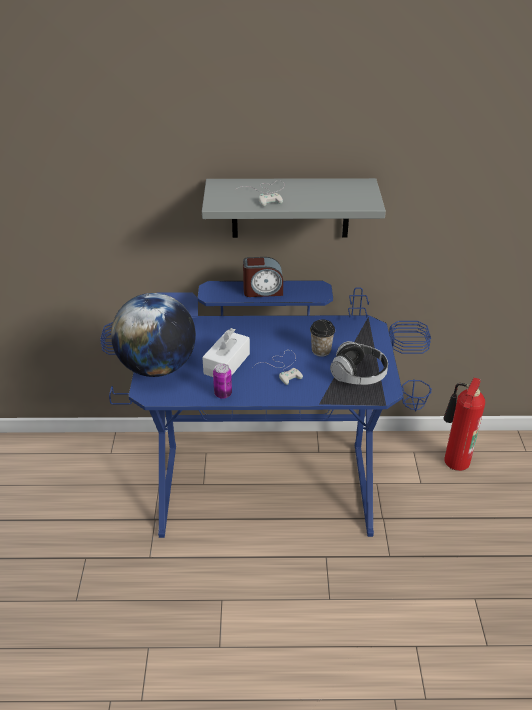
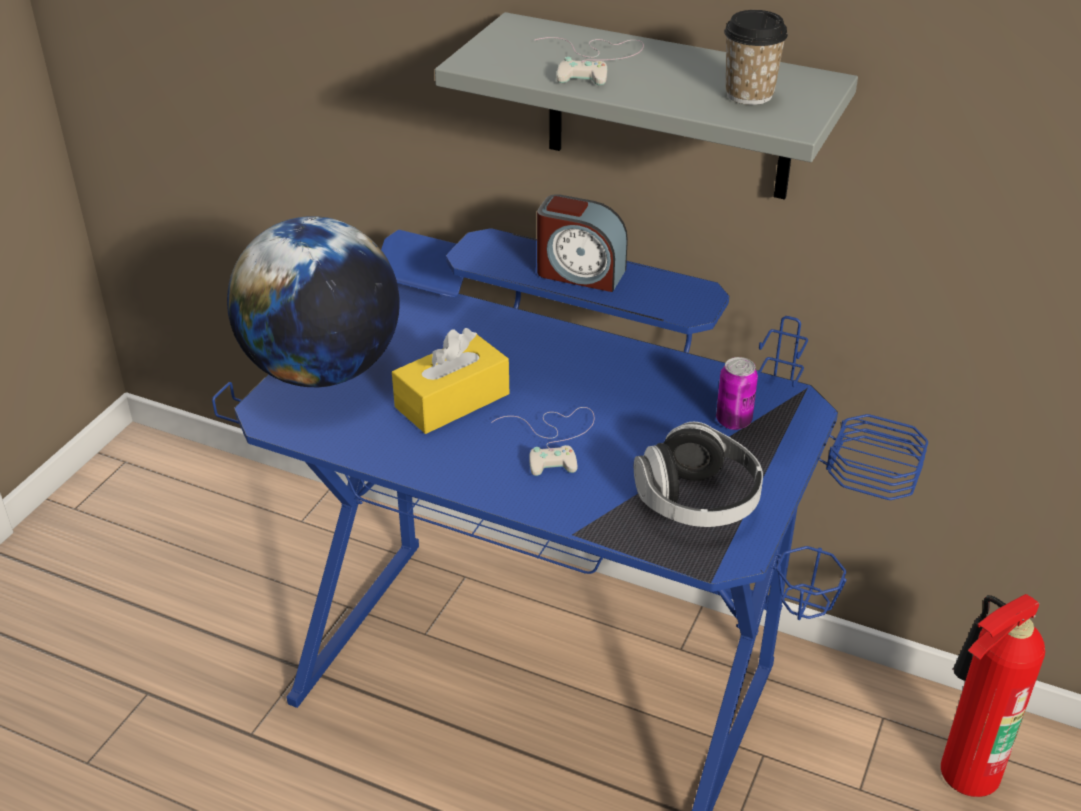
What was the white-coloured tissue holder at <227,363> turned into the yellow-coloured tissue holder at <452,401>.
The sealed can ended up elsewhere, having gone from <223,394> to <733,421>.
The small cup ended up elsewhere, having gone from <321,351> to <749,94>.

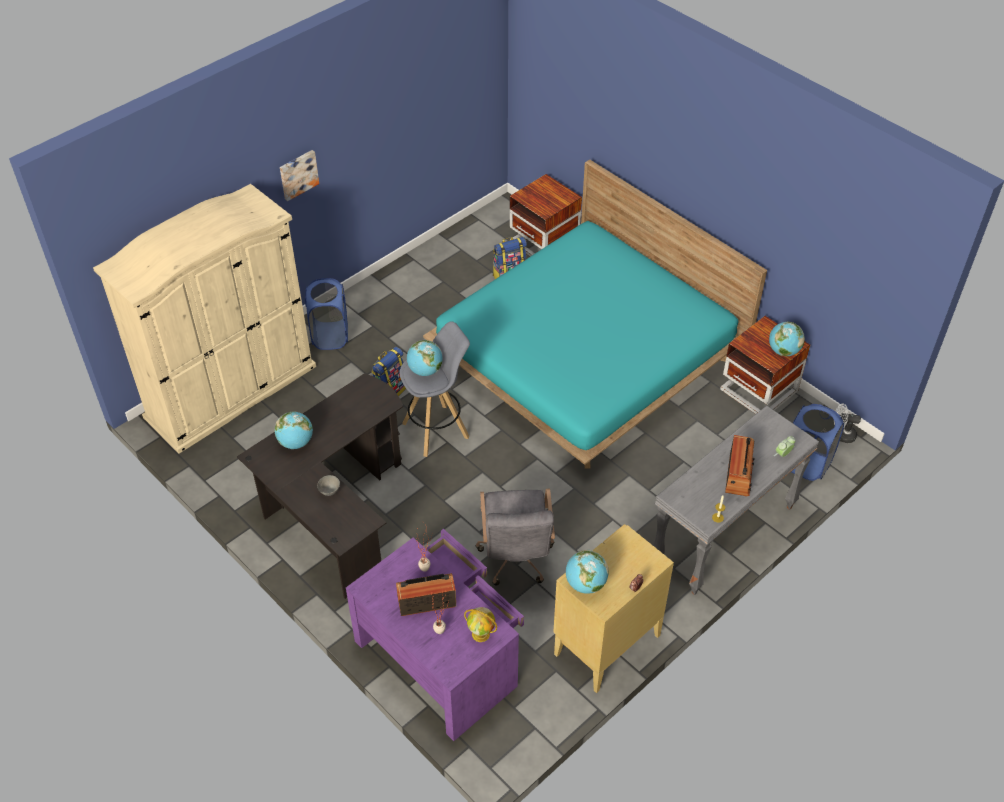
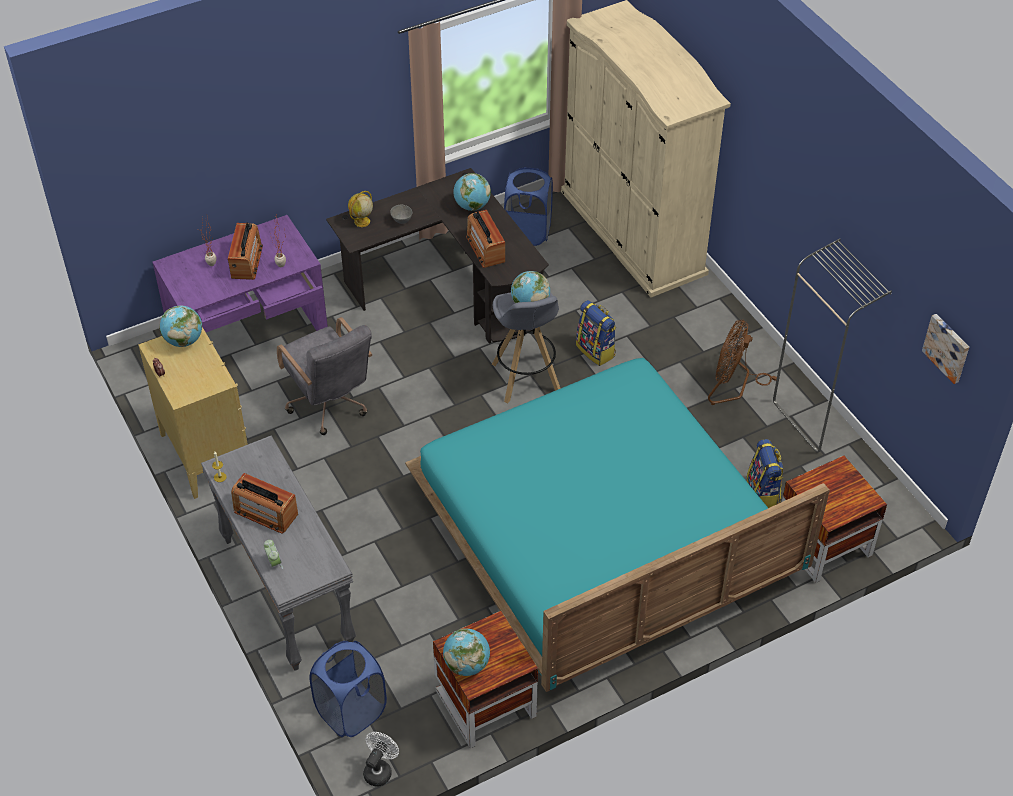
The wall picture ended up elsewhere, having gone from <298,174> to <947,347>.
The blue-coloured hamper ended up elsewhere, having gone from <330,336> to <528,232>.
The globe ended up elsewhere, having gone from <481,634> to <362,222>.
The greyish desk chair at <516,562> ended up facing another way, 135 degrees counterclockwise from before.
The second view gained the radio at <485,249>.
The second view gained the brown fan at <735,381>.
The second view gained the greyish garment stand at <813,420>.

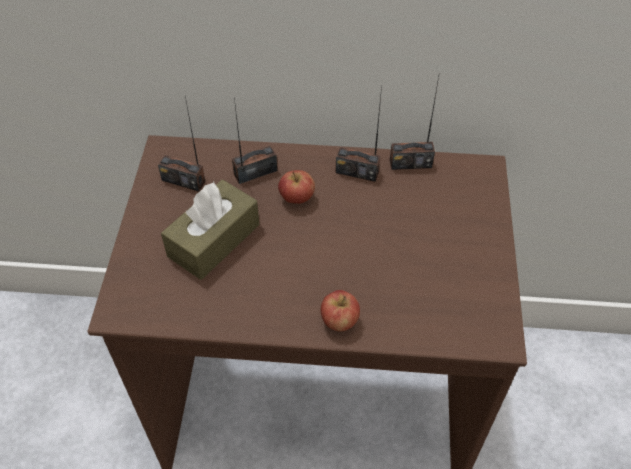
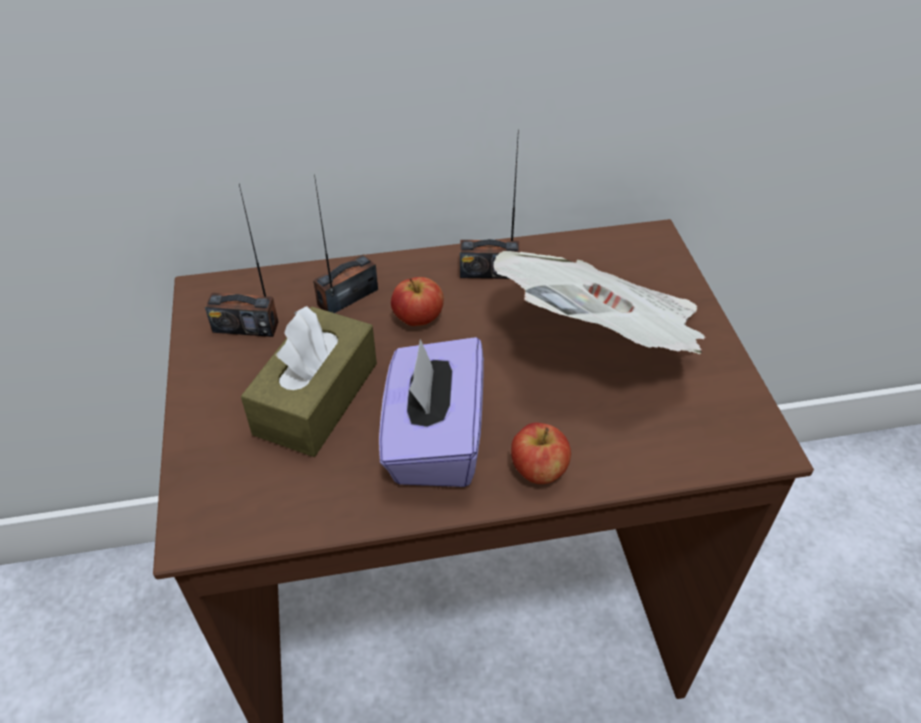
The second view lost the radio at <410,163>.
The second view gained the purple tissue holder at <434,440>.
The second view gained the newspaper at <603,340>.

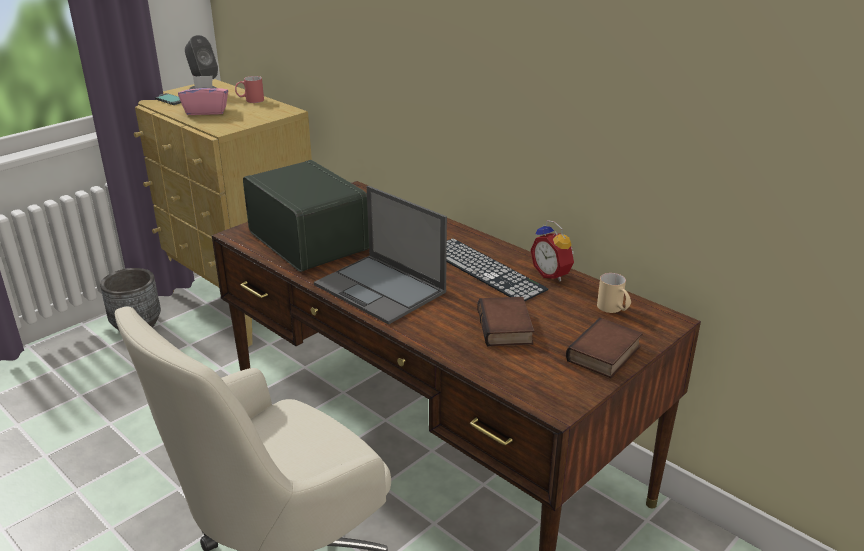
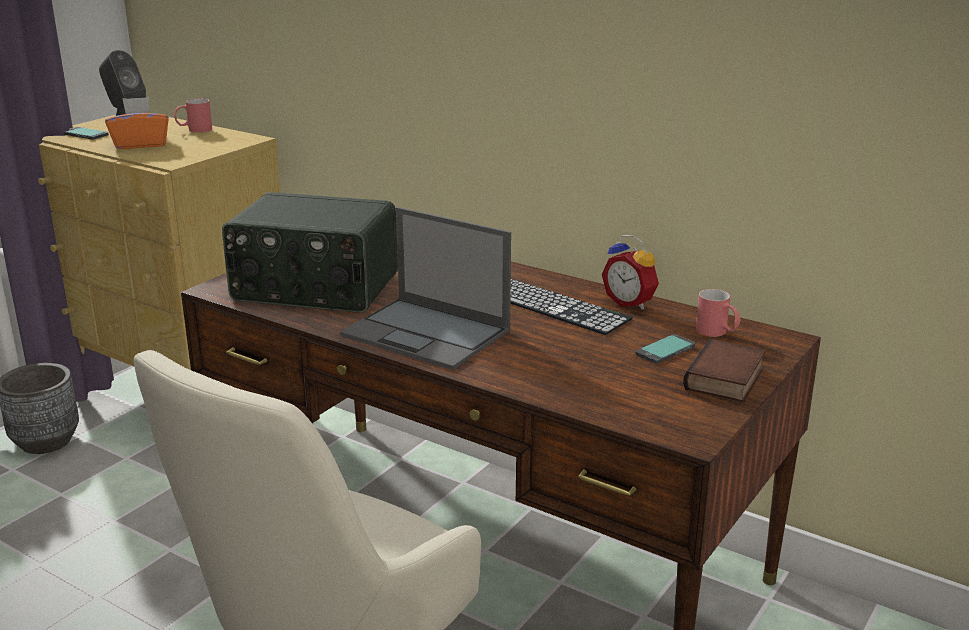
What was the pinkish tissue holder at <206,111> turned into the orangey tissue holder at <141,144>.
The radio at <310,240> ended up facing another way, 150 degrees clockwise from before.
The second view lost the bound book at <507,328>.
What was the beige tea mug at <613,309> turned into the reddish tea mug at <717,333>.
The second view gained the phone at <665,350>.

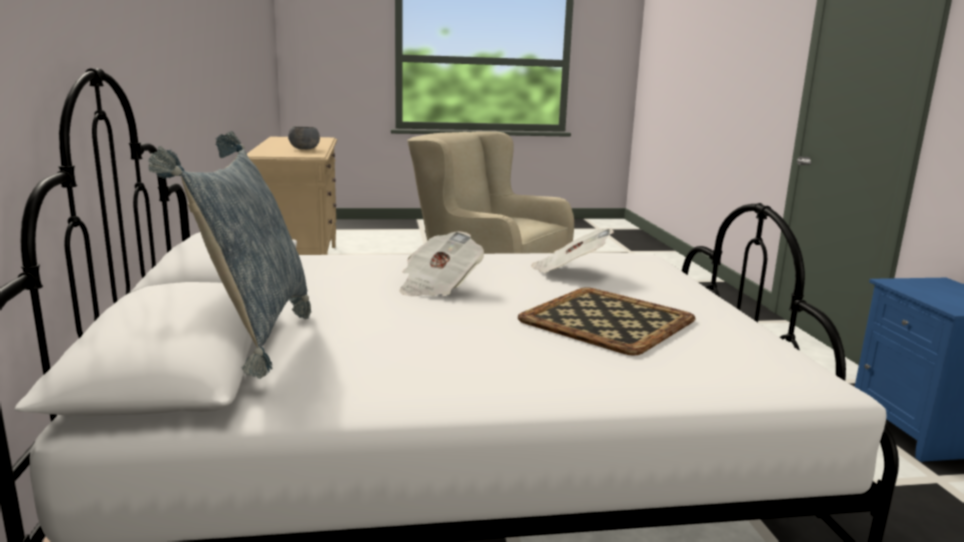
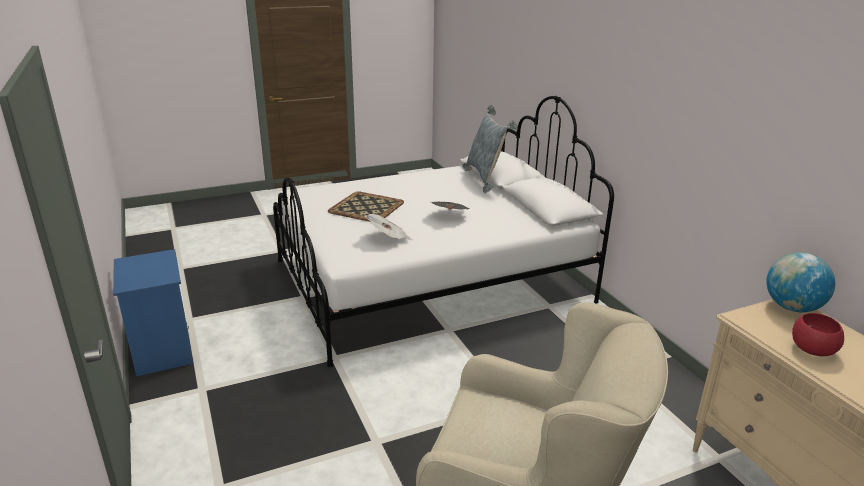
What was the greyish serving bowl at <305,149> turned into the reddish serving bowl at <812,350>.
The second view gained the globe at <791,307>.

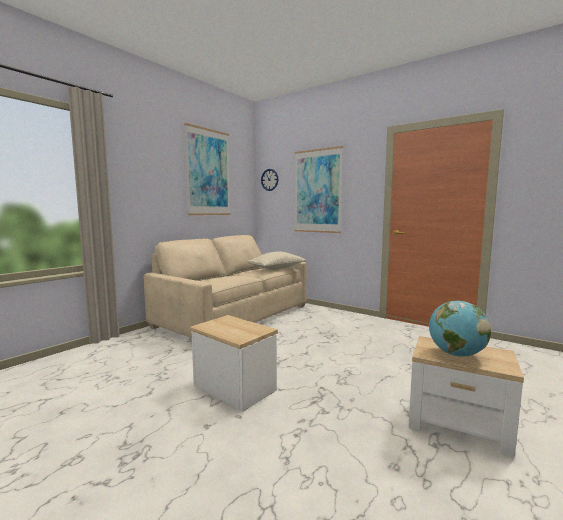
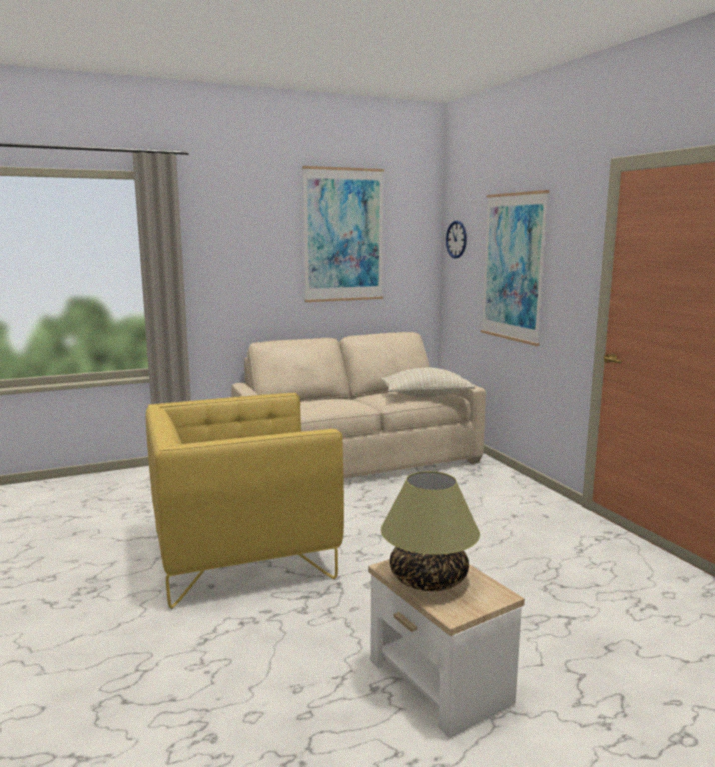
Where the accent table stood at <235,388>, the yellow-coloured easy chair came to stand at <243,555>.
Where the globe stood at <456,354>, the table lamp came to stand at <427,579>.

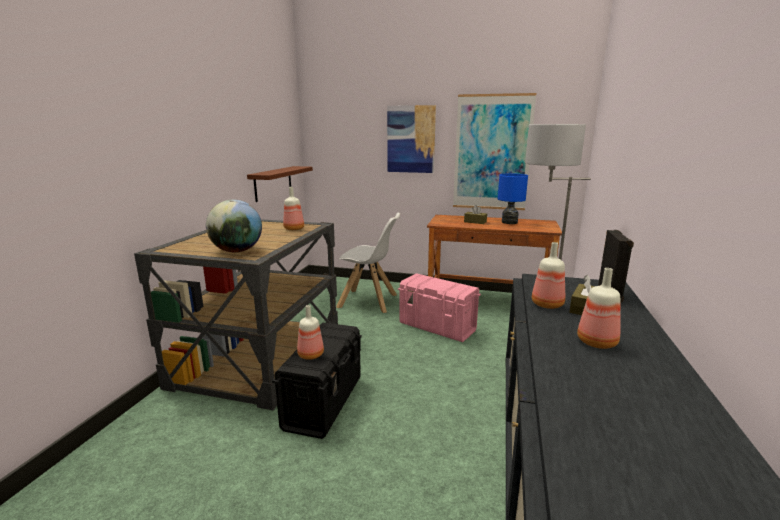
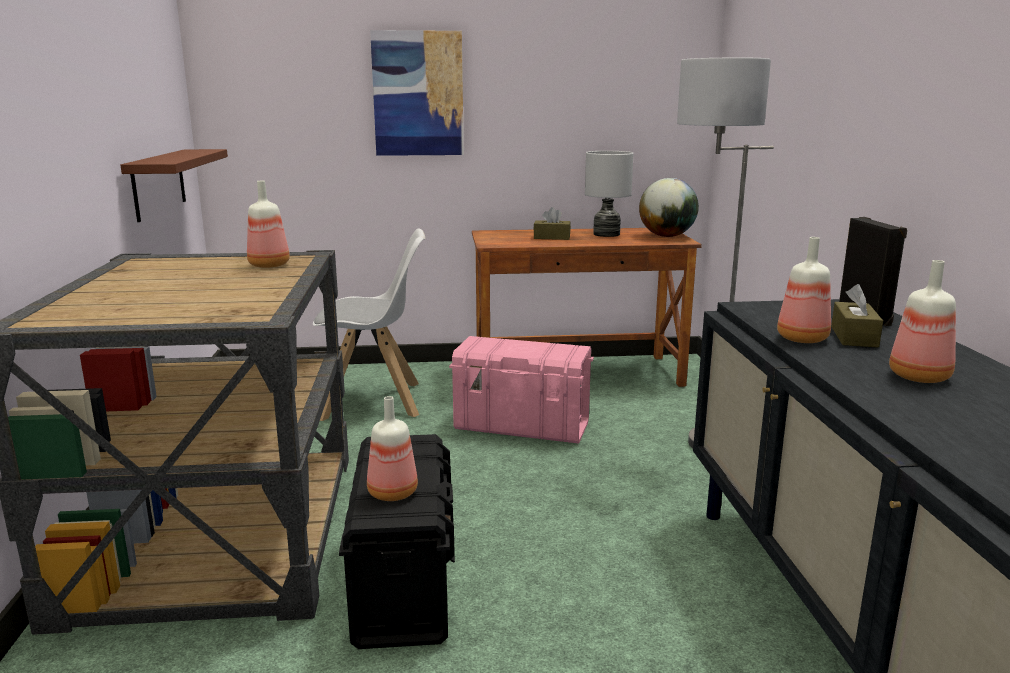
The globe ended up elsewhere, having gone from <237,251> to <667,236>.
The second view lost the wall picture at <492,153>.
What was the blue-coloured table lamp at <509,222> turned into the greyish table lamp at <606,234>.

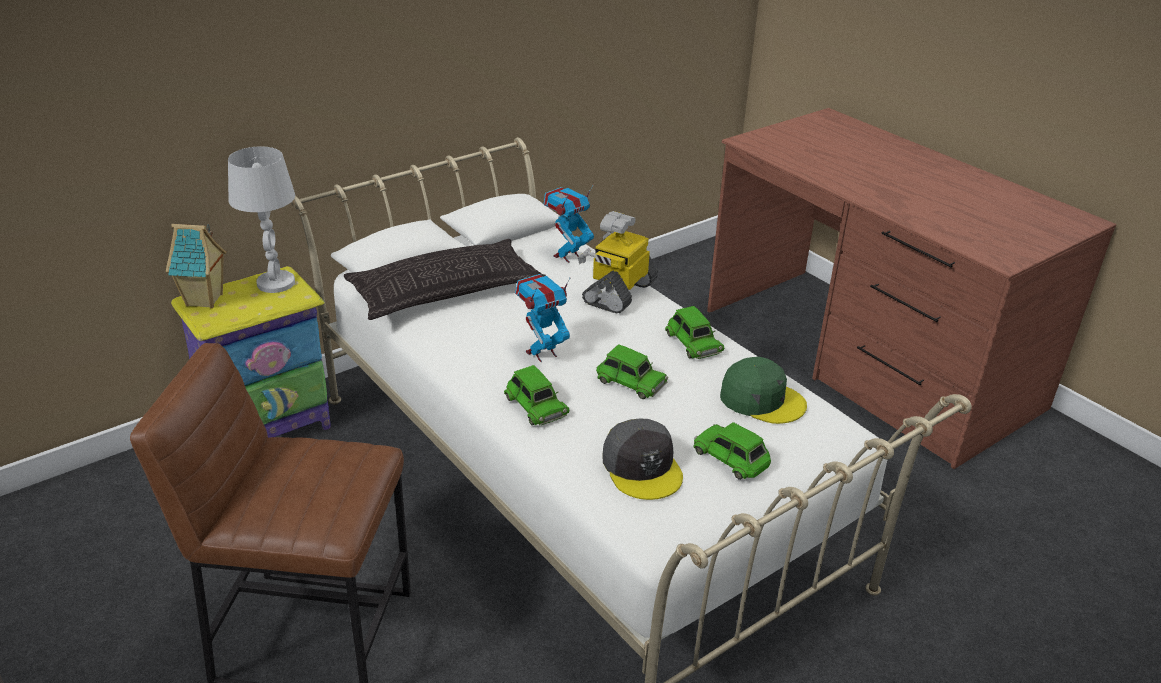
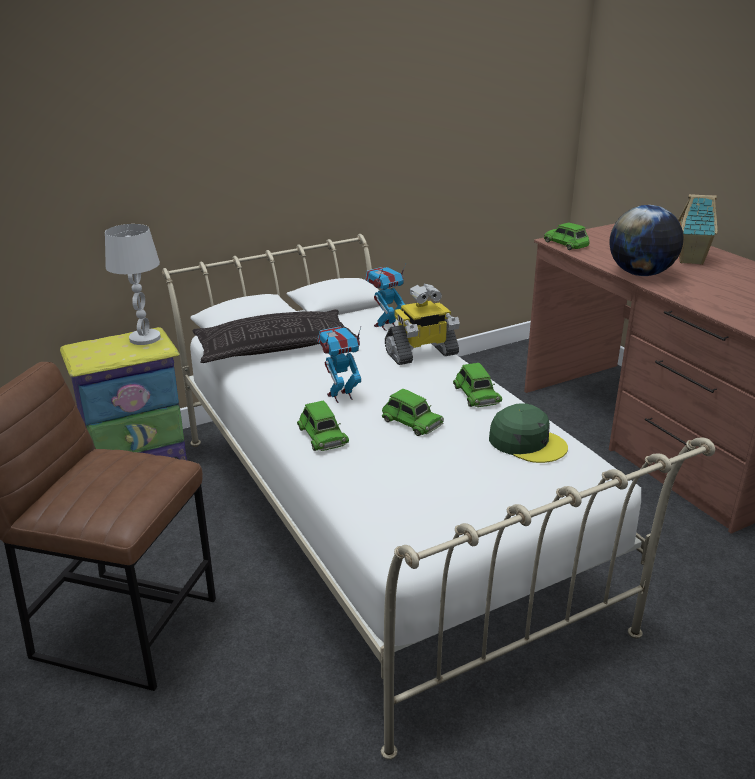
The miniature house ended up elsewhere, having gone from <205,300> to <691,260>.
The toy robot at <618,292> ended up facing another way, 150 degrees counterclockwise from before.
The second view lost the greyish baseball cap at <642,467>.
The green-coloured model car ended up elsewhere, having gone from <732,457> to <566,243>.
The second view gained the globe at <640,274>.

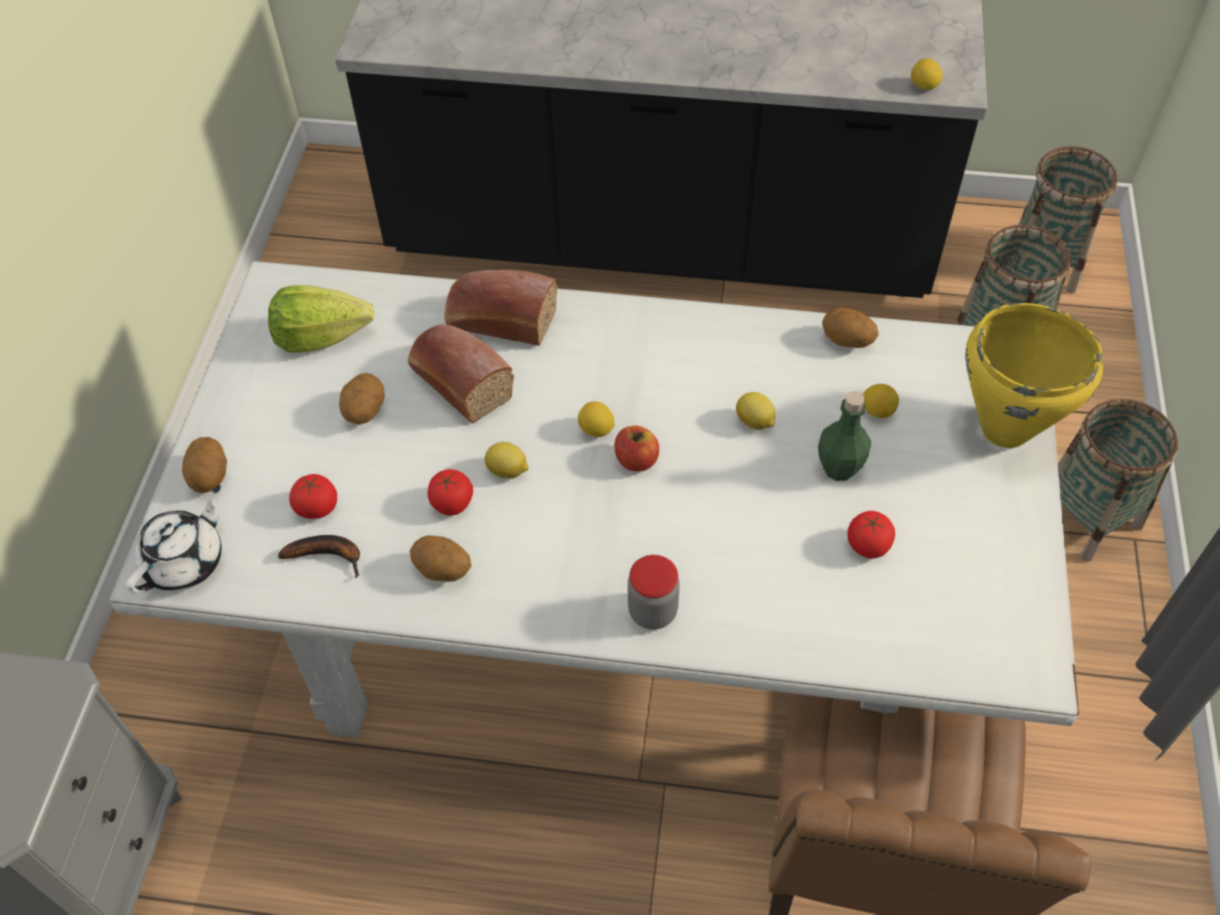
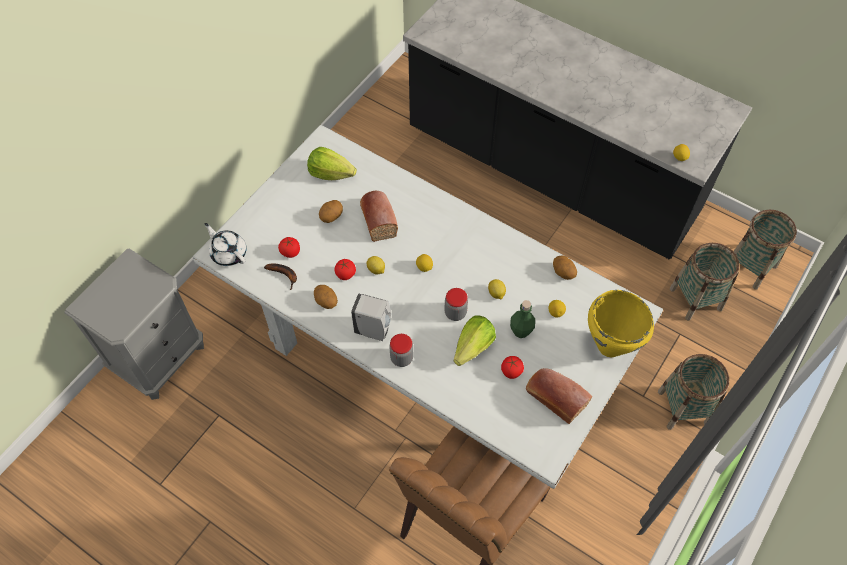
The white-coloured tea pot at <186,561> ended up facing another way, 105 degrees counterclockwise from before.
The second view lost the whole potato at <211,477>.
The bread ended up elsewhere, having gone from <499,320> to <554,398>.
The second view lost the apple fruit at <636,460>.
The second view gained the white-coloured liquid soap bottle at <374,330>.
The second view gained the preserve jar at <455,313>.
The second view gained the head of lettuce at <473,347>.

